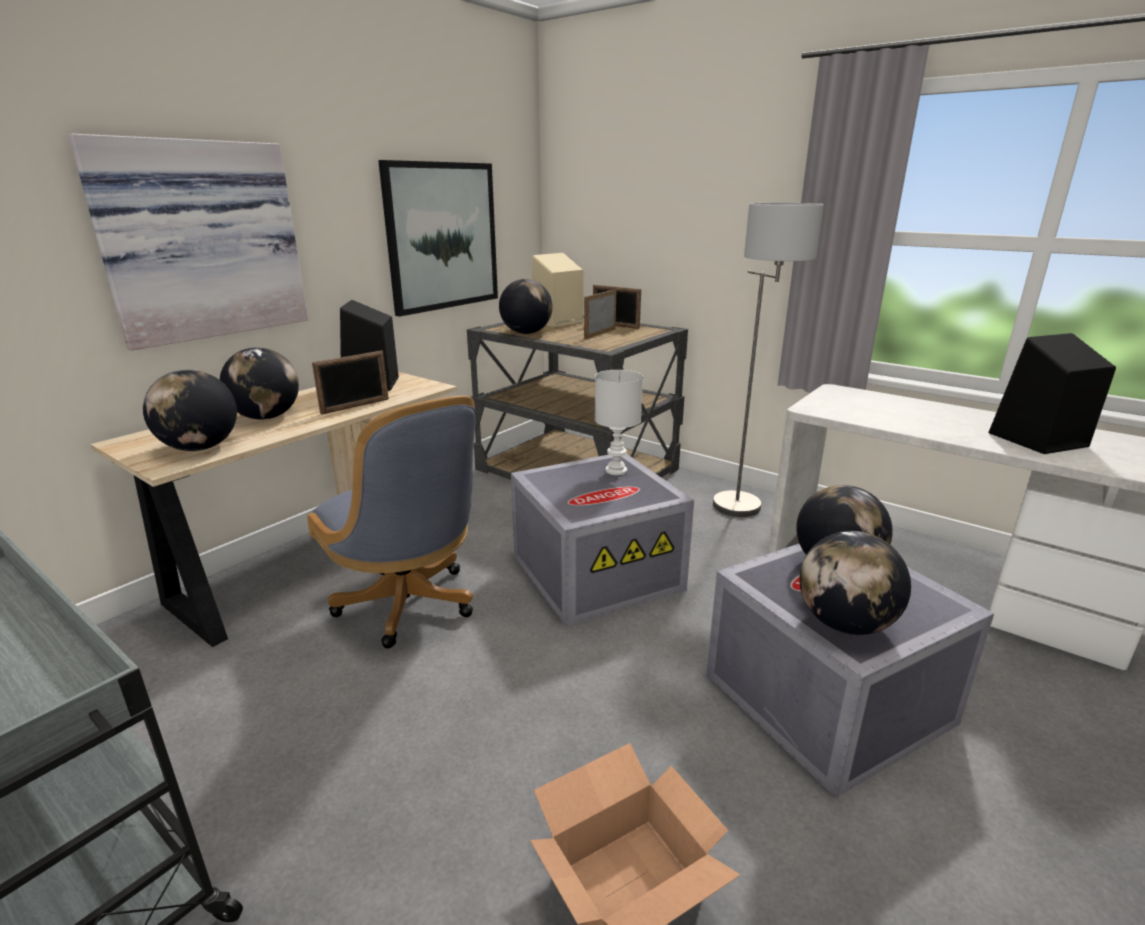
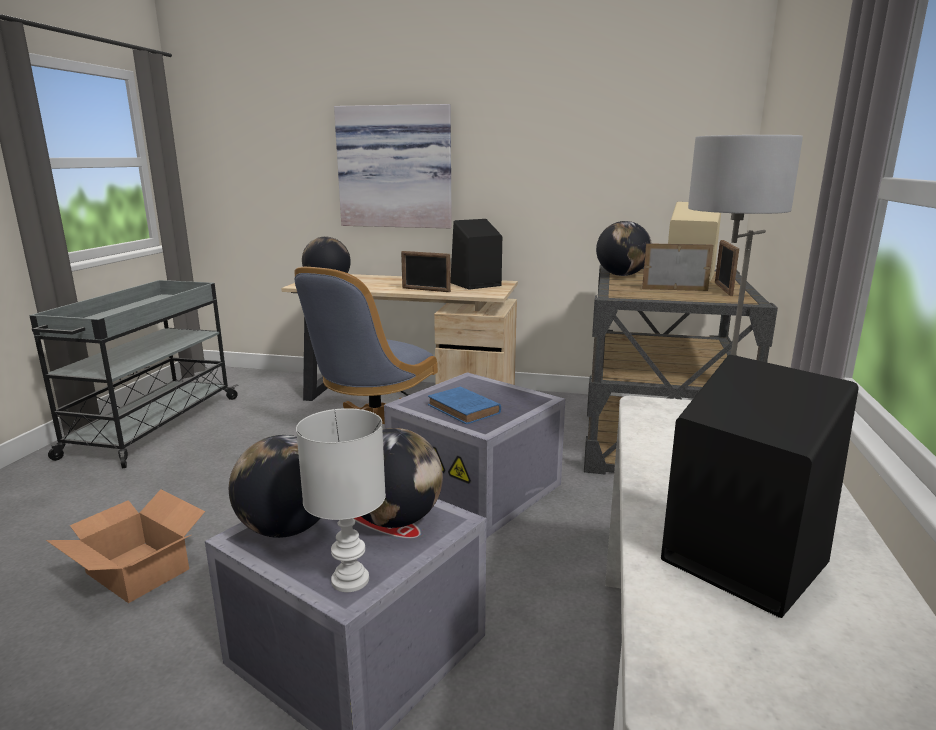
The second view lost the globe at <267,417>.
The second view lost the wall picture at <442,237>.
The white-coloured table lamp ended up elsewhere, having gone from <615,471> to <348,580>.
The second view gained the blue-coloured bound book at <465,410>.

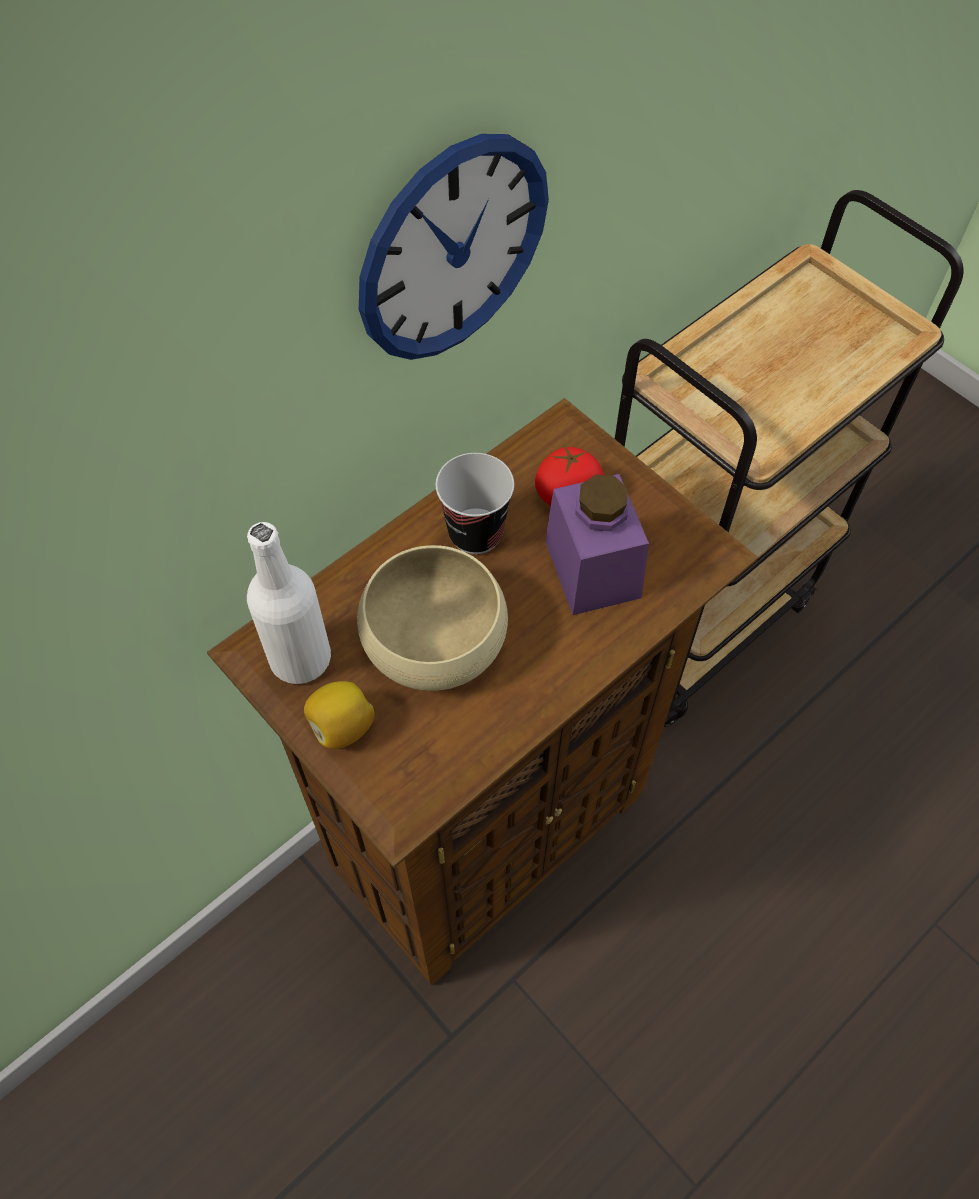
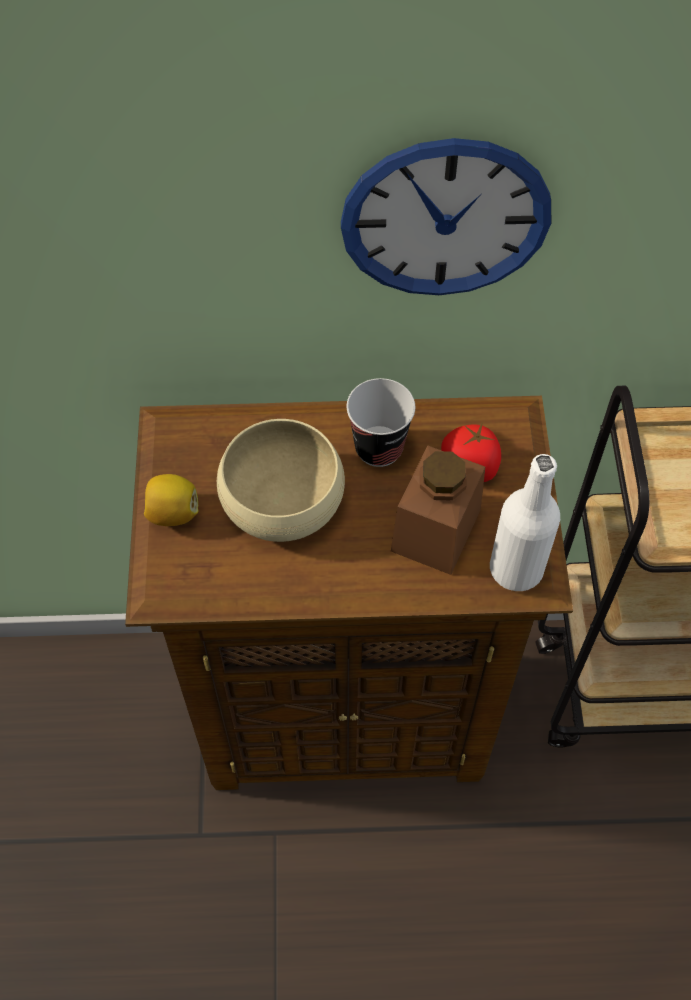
The white-coloured bottle ended up elsewhere, having gone from <300,658> to <516,569>.
What was the purple preserve jar at <592,569> turned into the brown preserve jar at <436,530>.

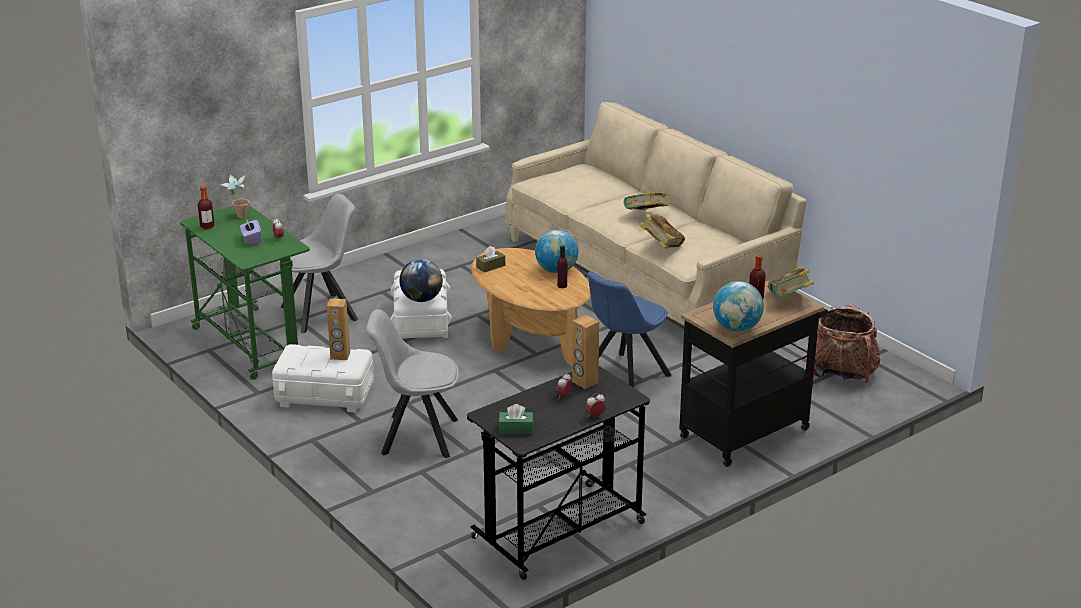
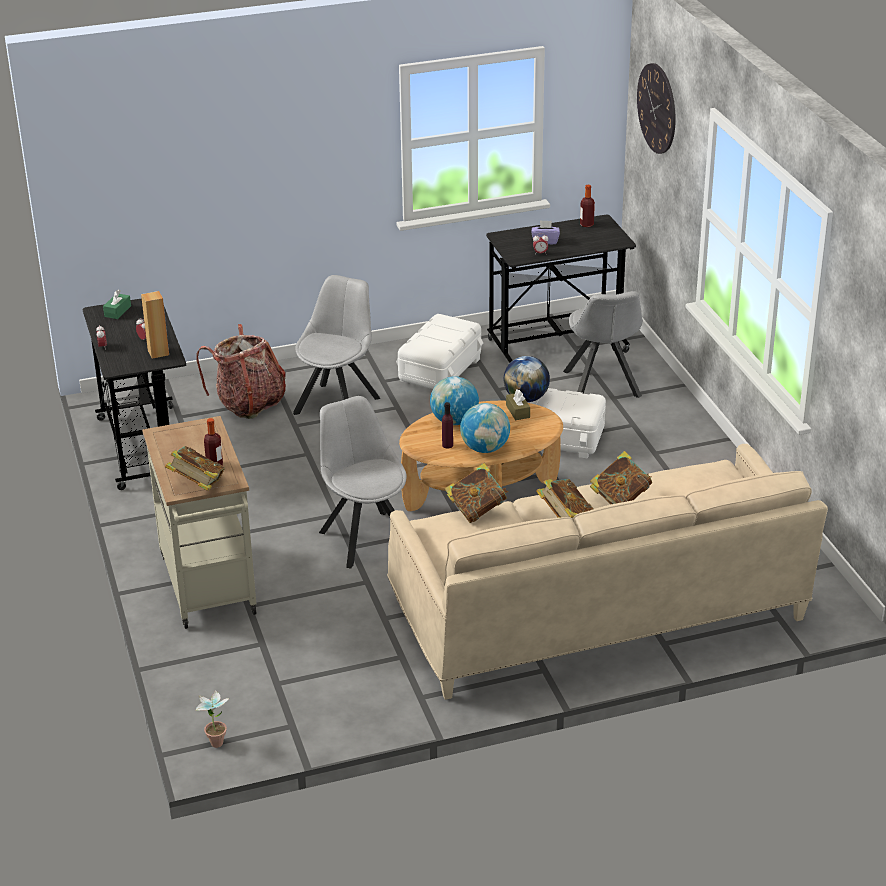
What was the green-coloured desk unit at <253,343> turned into the black desk unit at <557,345>.
The potted plant ended up elsewhere, having gone from <238,216> to <216,740>.
The second view lost the brown audio speaker at <340,356>.
What was the blue-coloured plain chair at <624,376> turned into the greyish plain chair at <365,537>.
What was the black cart at <747,432> turned into the beige cart at <209,588>.
The globe ended up elsewhere, having gone from <736,328> to <454,421>.
The backpack ended up elsewhere, having gone from <843,374> to <248,403>.
The second view gained the bound book at <620,499>.
The second view gained the hanging clock at <657,108>.

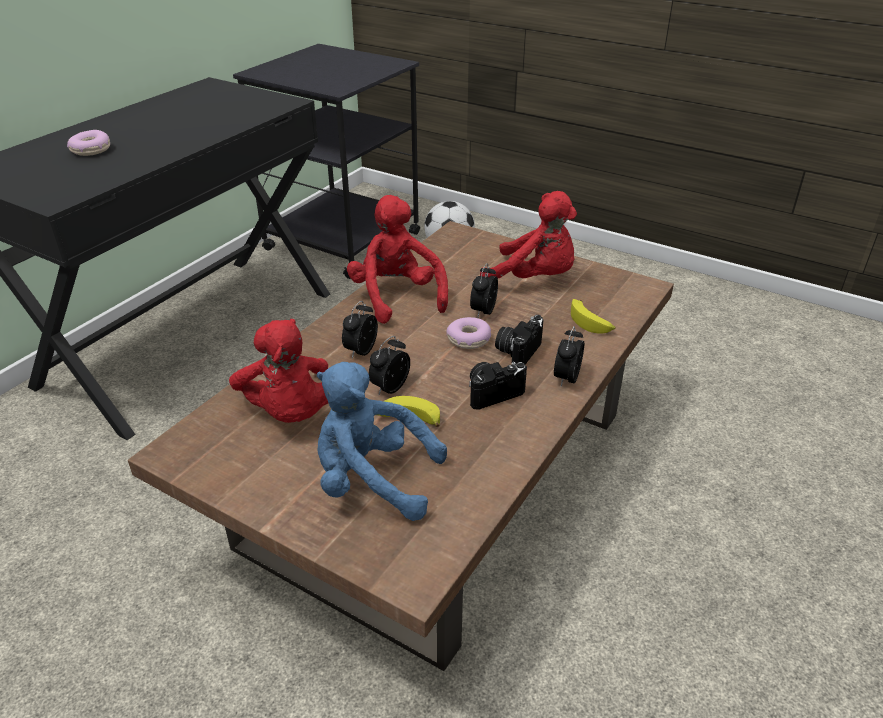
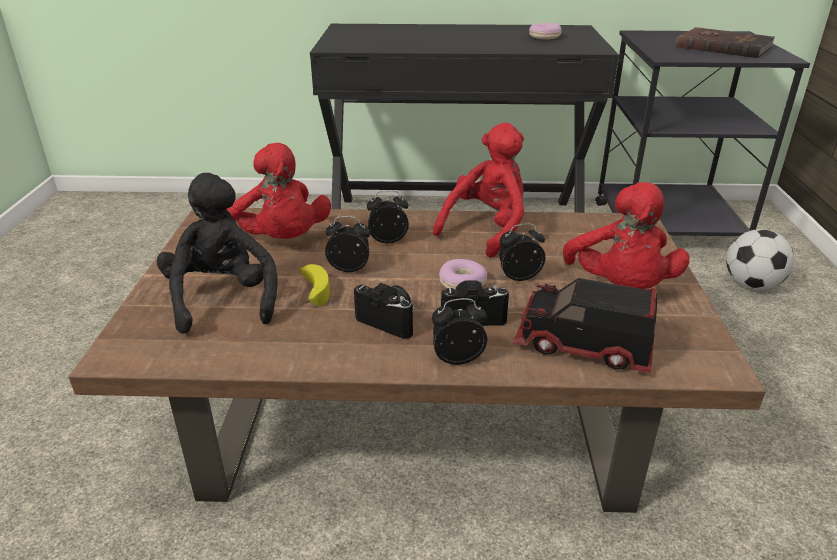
The ring doughnut ended up elsewhere, having gone from <91,150> to <544,37>.
The reddish plush toy at <293,413> ended up facing another way, 75 degrees counterclockwise from before.
What was the blue-coloured plush toy at <372,480> turned into the black plush toy at <223,299>.
Where the banana stood at <591,323>, the model truck came to stand at <582,347>.
The second view gained the brown bound book at <723,46>.

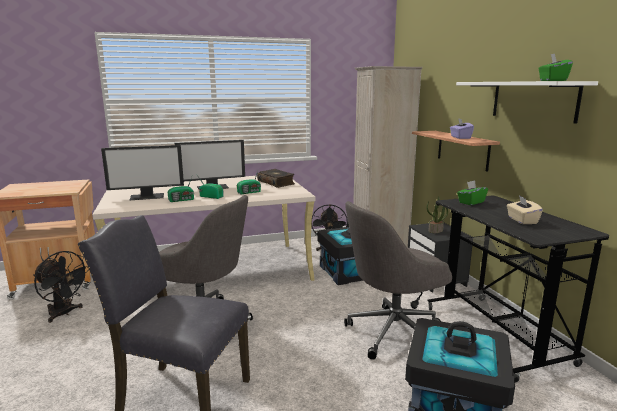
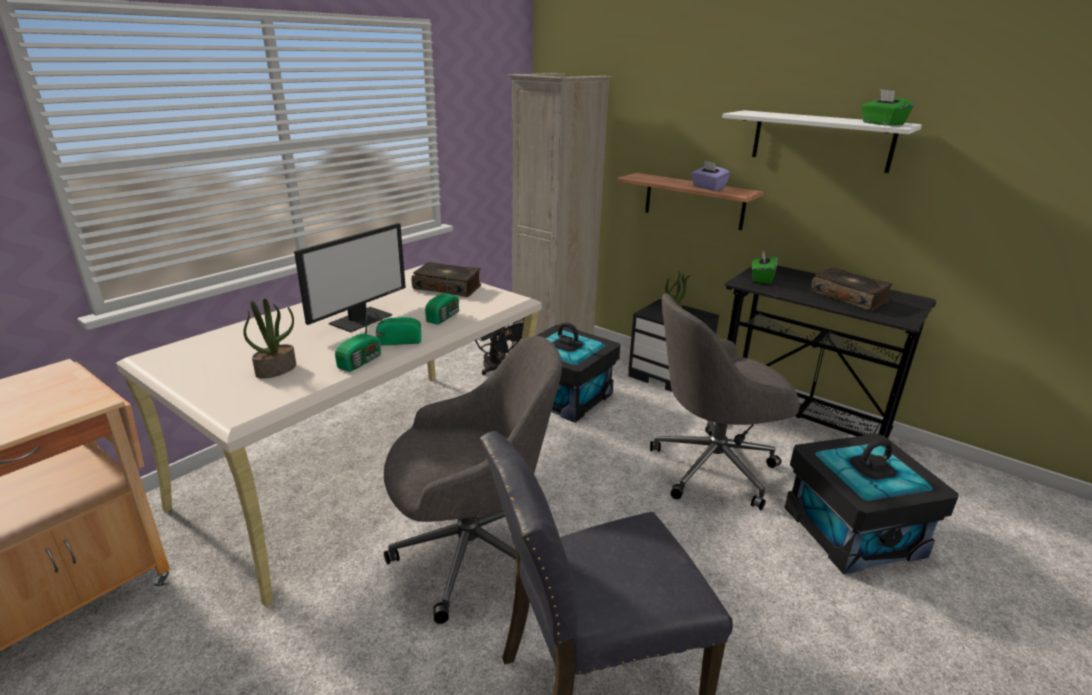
The second view lost the black fan at <64,313>.
Where the computer display stood at <147,196>, the potted plant came to stand at <276,369>.
The greyish desk chair at <393,334> ended up facing another way, 45 degrees clockwise from before.
Where the beige tissue holder stood at <522,220>, the bound book came to stand at <849,297>.

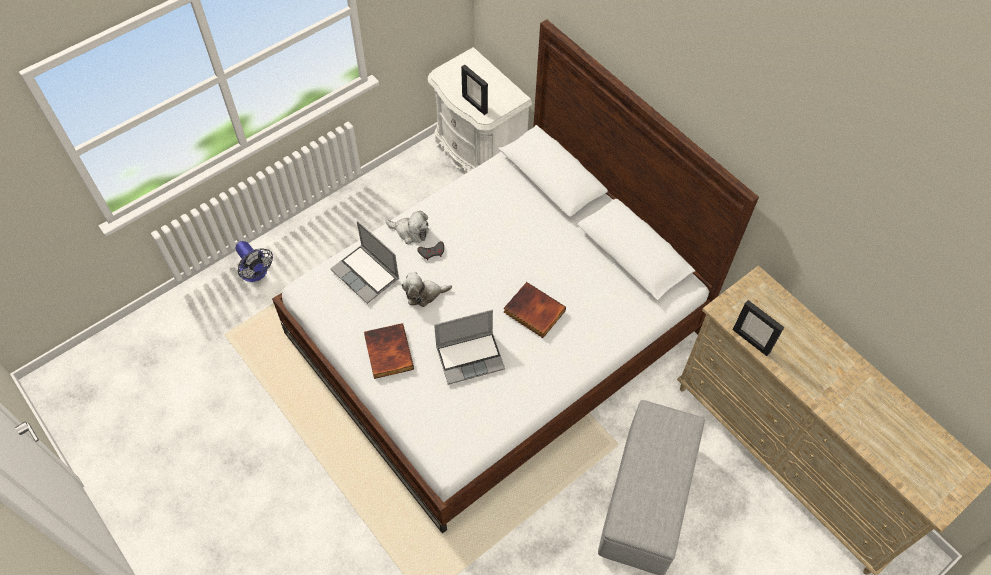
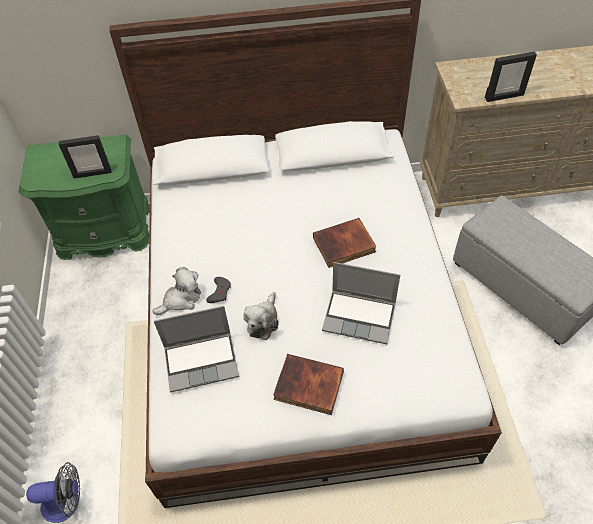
What was the white-coloured bedside table at <477,152> turned into the green-coloured bedside table at <105,233>.
The laptop at <470,357> ended up facing another way, 90 degrees clockwise from before.

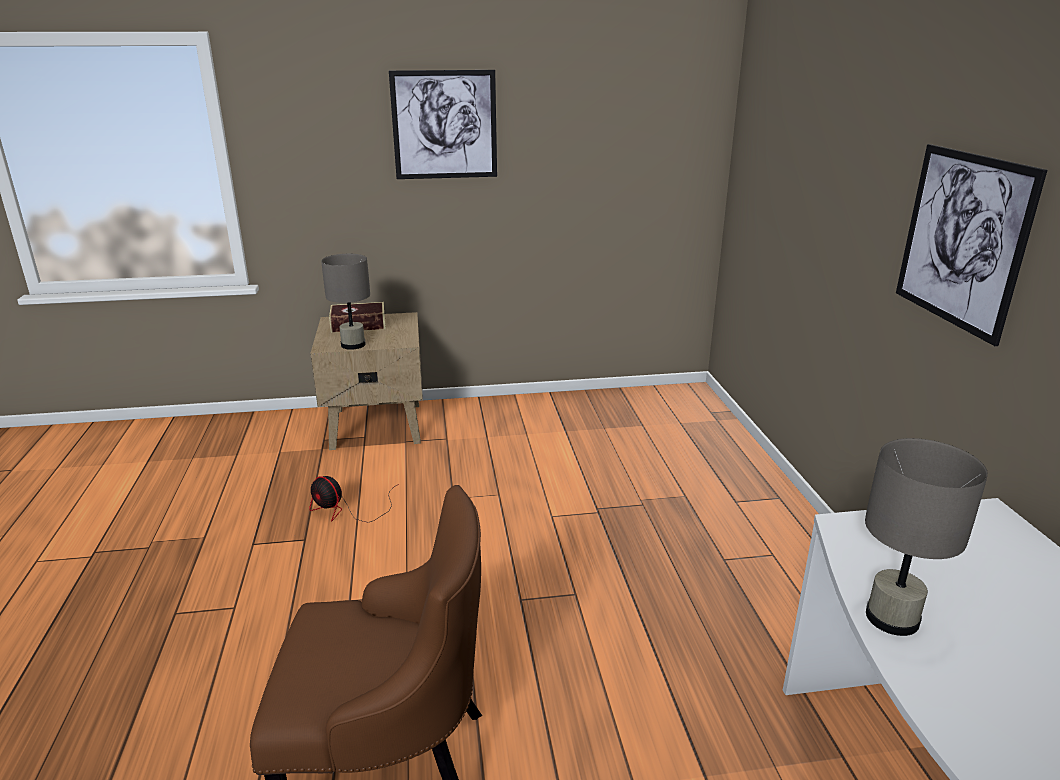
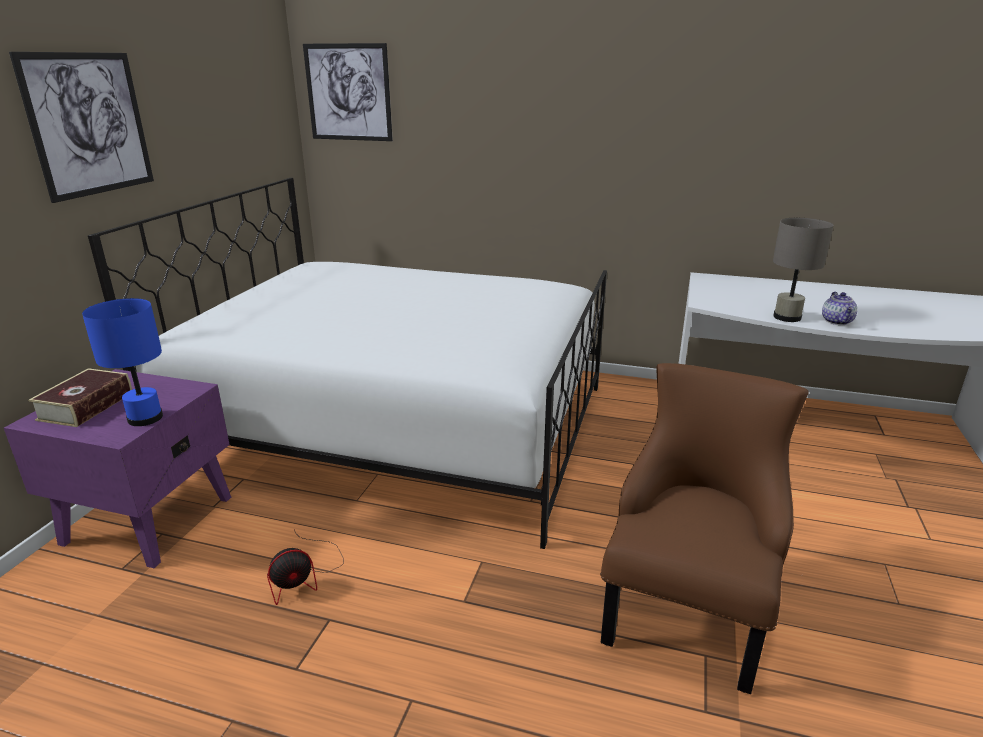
What was the beige bedside table at <378,426> turned into the purple bedside table at <150,518>.
What was the greyish table lamp at <353,345> turned into the blue-coloured table lamp at <146,418>.
The wall picture ended up elsewhere, having gone from <962,240> to <348,92>.
The second view gained the white-coloured bed at <397,425>.
The second view gained the tea pot at <837,321>.

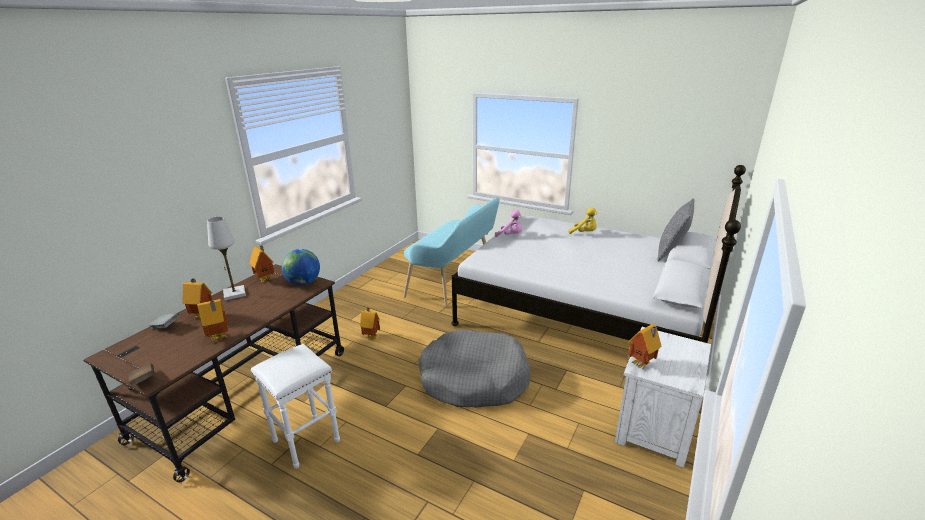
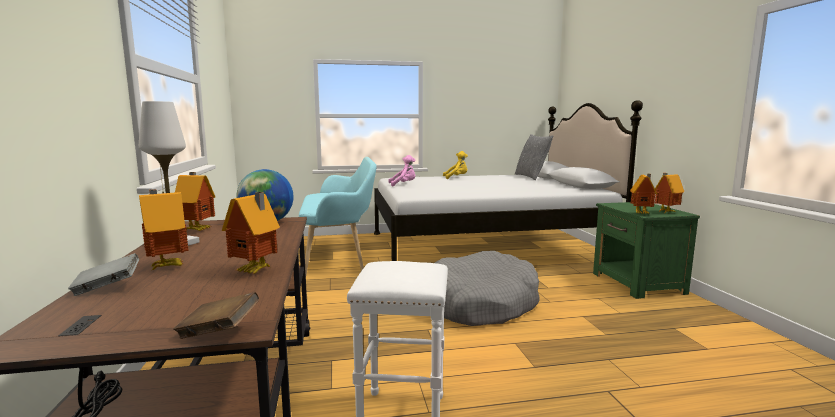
The miniature house ended up elsewhere, having gone from <371,336> to <665,212>.
What was the white-coloured bedside table at <653,427> turned into the green-coloured bedside table at <637,283>.

